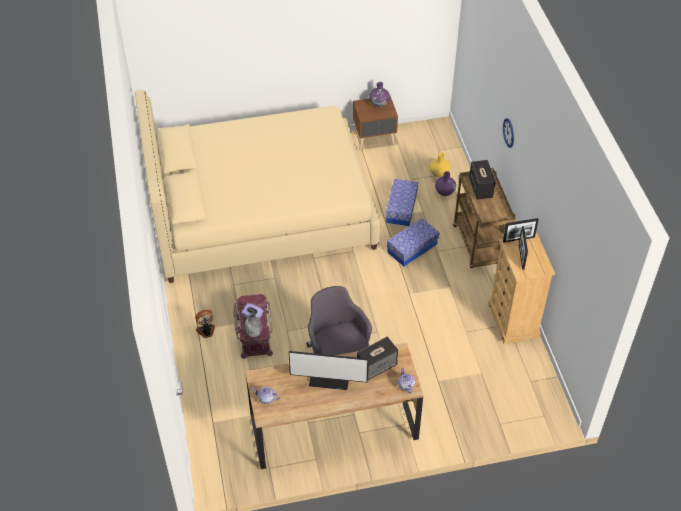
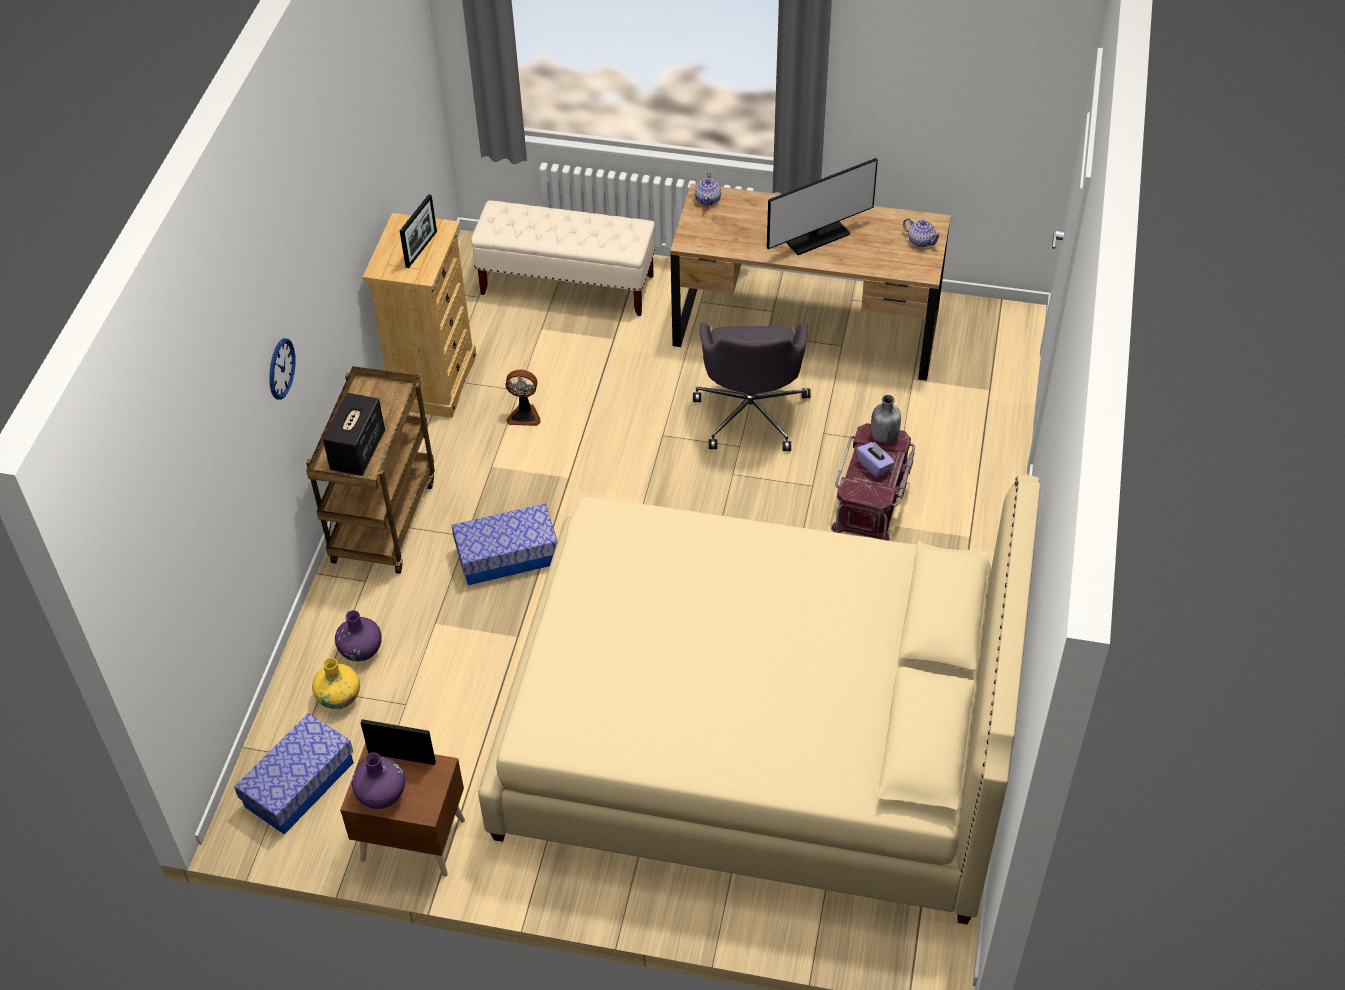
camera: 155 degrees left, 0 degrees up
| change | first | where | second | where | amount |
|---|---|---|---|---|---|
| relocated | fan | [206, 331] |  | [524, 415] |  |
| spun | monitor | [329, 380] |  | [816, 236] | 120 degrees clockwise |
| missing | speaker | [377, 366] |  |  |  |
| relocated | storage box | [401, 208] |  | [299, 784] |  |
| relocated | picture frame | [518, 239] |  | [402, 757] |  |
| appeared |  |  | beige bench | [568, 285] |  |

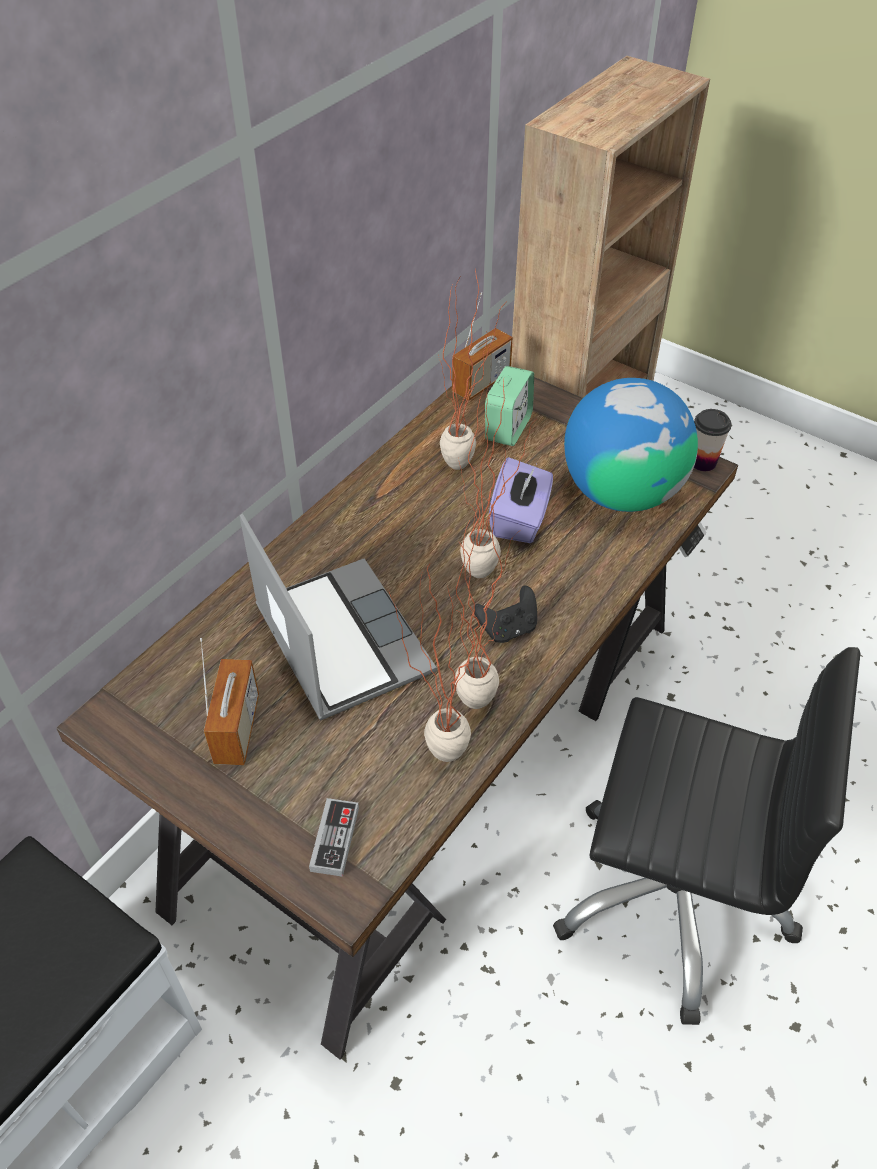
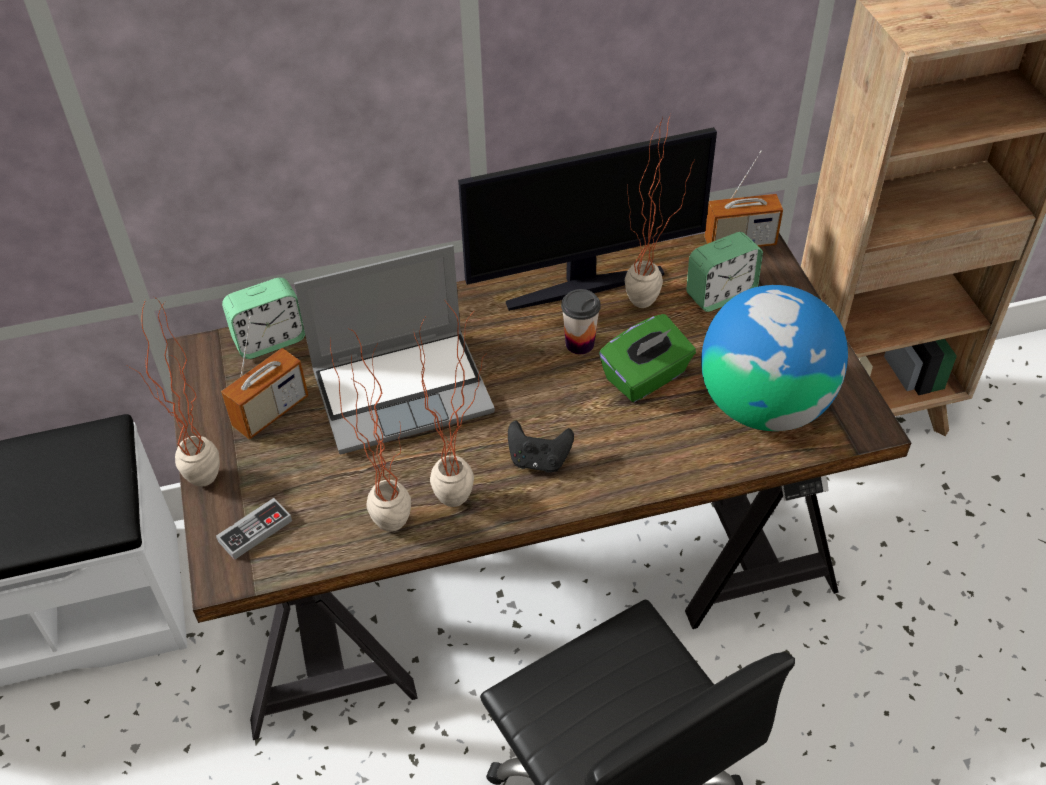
camera: 40 degrees right, 0 degrees up
| change | first | where | second | where | amount |
|---|---|---|---|---|---|
| spun | laptop | [339, 639] |  | [404, 390] | 60 degrees clockwise |
| relocated | potted plant | [489, 578] |  | [204, 490] |  |
| colour | purple tissue box | [520, 519] | green tissue box | [646, 377] |  |
| relocated | cup | [703, 462] |  | [579, 344] |  |
| appeared |  |  | alarm clock | [270, 340] |  |
| appeared |  |  | monitor | [583, 285] |  |

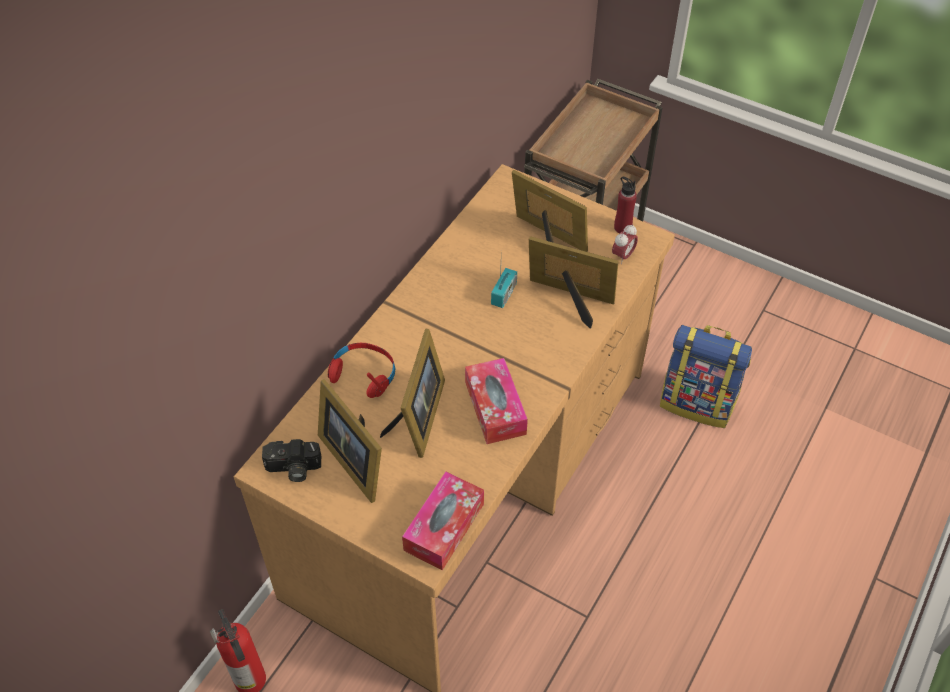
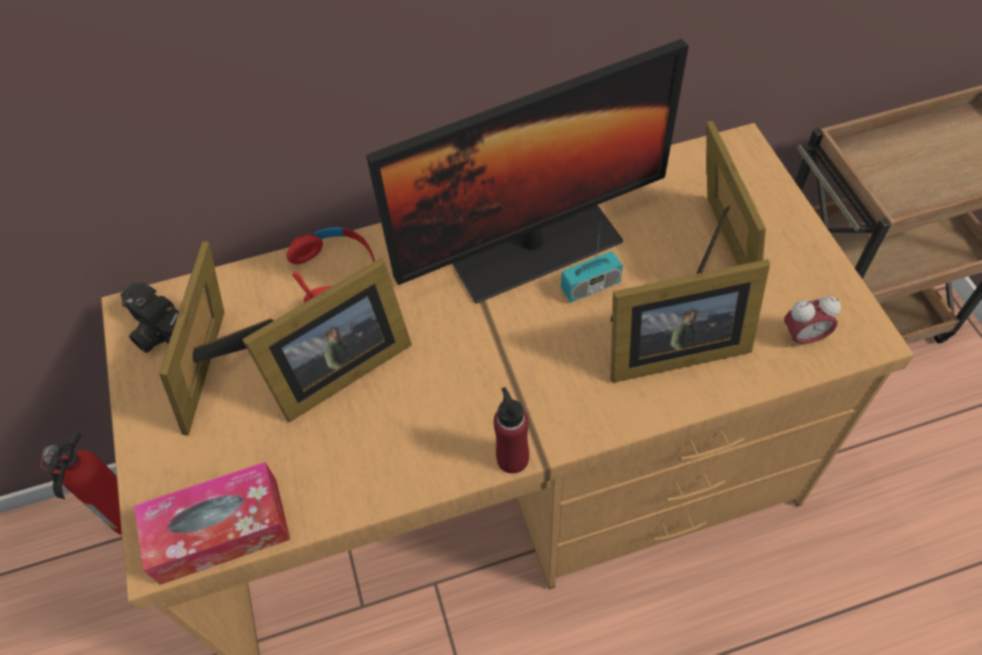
camera: 45 degrees right, 5 degrees up
| change | first | where | second | where | amount |
|---|---|---|---|---|---|
| missing | tissue box | [495, 408] |  |  |  |
| spun | picture frame | [571, 300] |  | [670, 350] | 105 degrees clockwise |
| relocated | red bottle | [622, 227] |  | [512, 458] |  |
| missing | backpack | [698, 402] |  |  |  |
| appeared |  |  | monitor | [533, 246] |  |

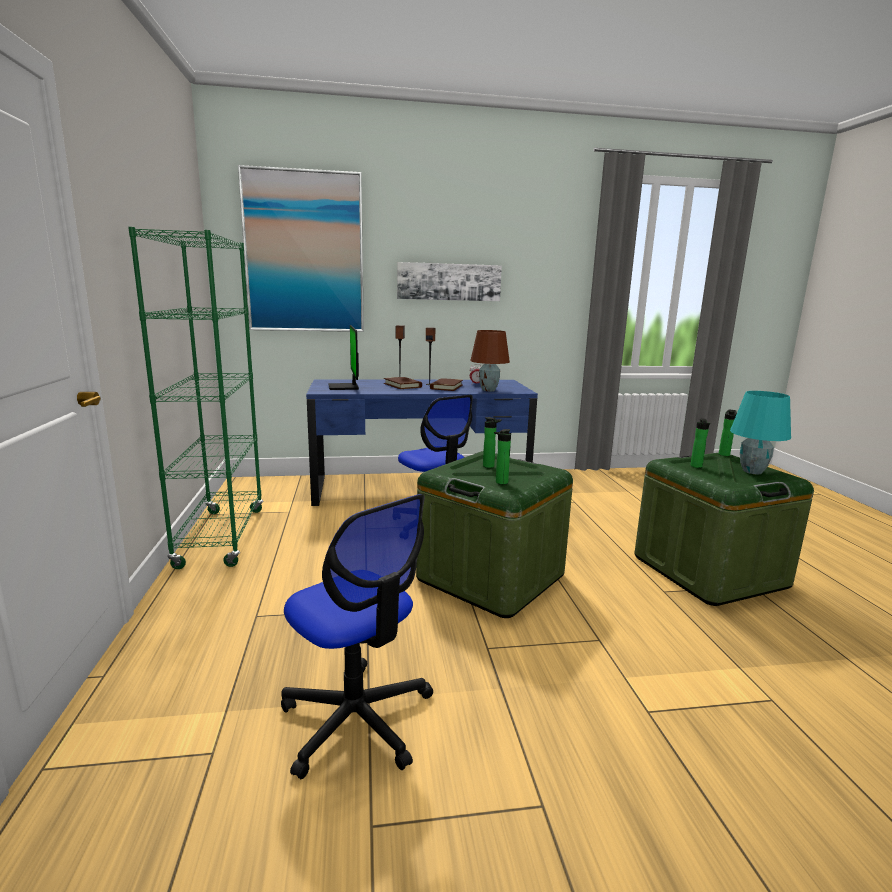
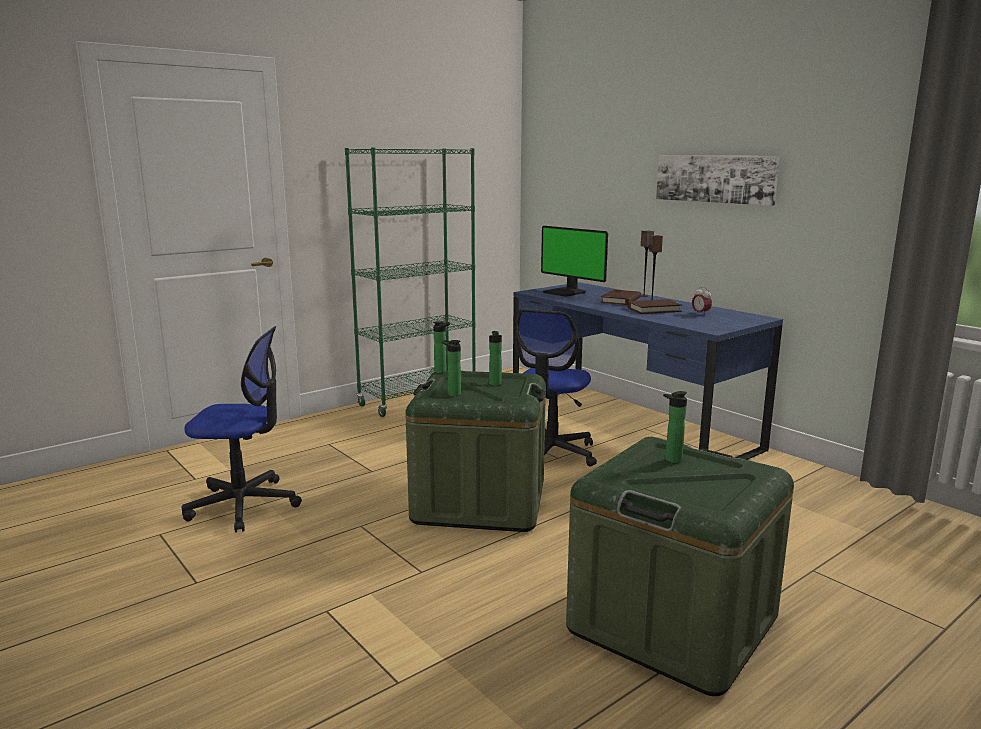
camera: 60 degrees right, 0 degrees up
| change | first | where | second | where | amount |
|---|---|---|---|---|---|
| missing | picture | [304, 253] |  |  |  |
| spun | office chair | [357, 719] |  | [244, 505] | 105 degrees counterclockwise |
| spun | monitor | [345, 387] |  | [566, 292] | 90 degrees counterclockwise |
| missing | brown table lamp | [488, 390] |  |  |  |
| relocated | bottle | [724, 454] |  | [442, 371] |  |
| missing | turquoise table lamp | [752, 472] |  |  |  |

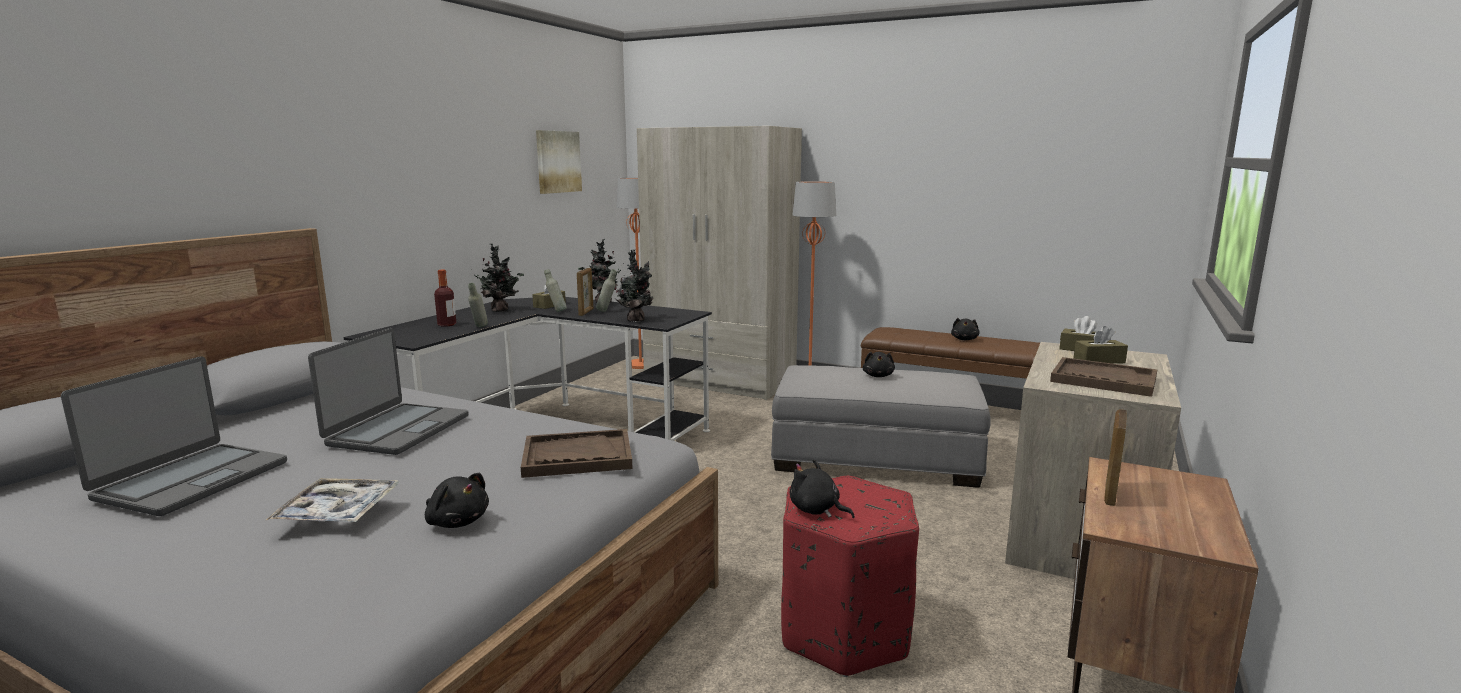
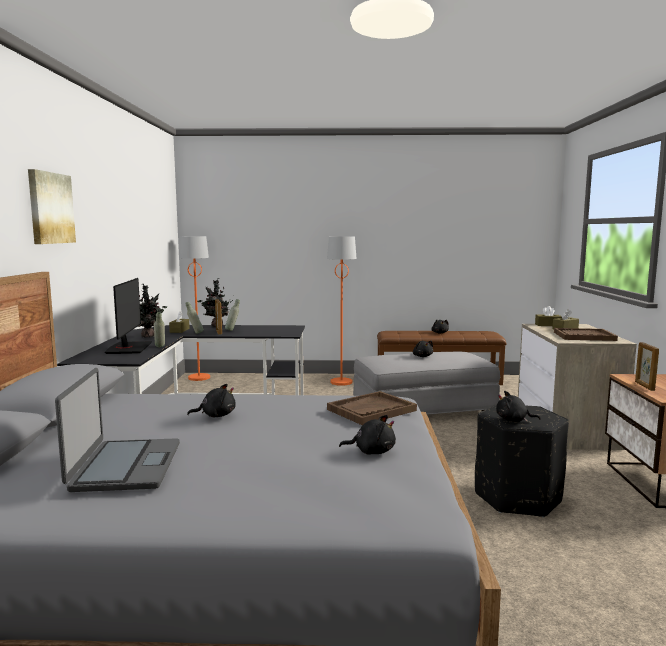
camera: 25 degrees left, 5 degrees down
| change | first | where | second | where | amount |
|---|---|---|---|---|---|
| missing | tray | [338, 511] |  |  |  |
| exchanged | laptop | [397, 430] | black plush toy | [216, 415] |  |
| exchanged | bottle | [447, 325] | monitor | [128, 348] |  |
| relocated | picture | [557, 162] |  | [50, 208] |  |
| missing | potted plant | [636, 320] |  |  |  |
| missing | beige wardrobe | [720, 380] |  |  |  |
| colour | red ottoman | [844, 633] | black ottoman | [517, 498] |  |

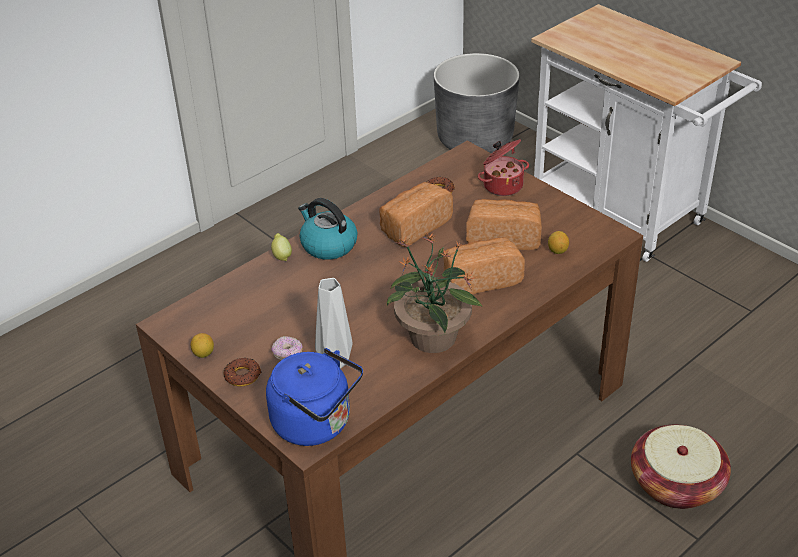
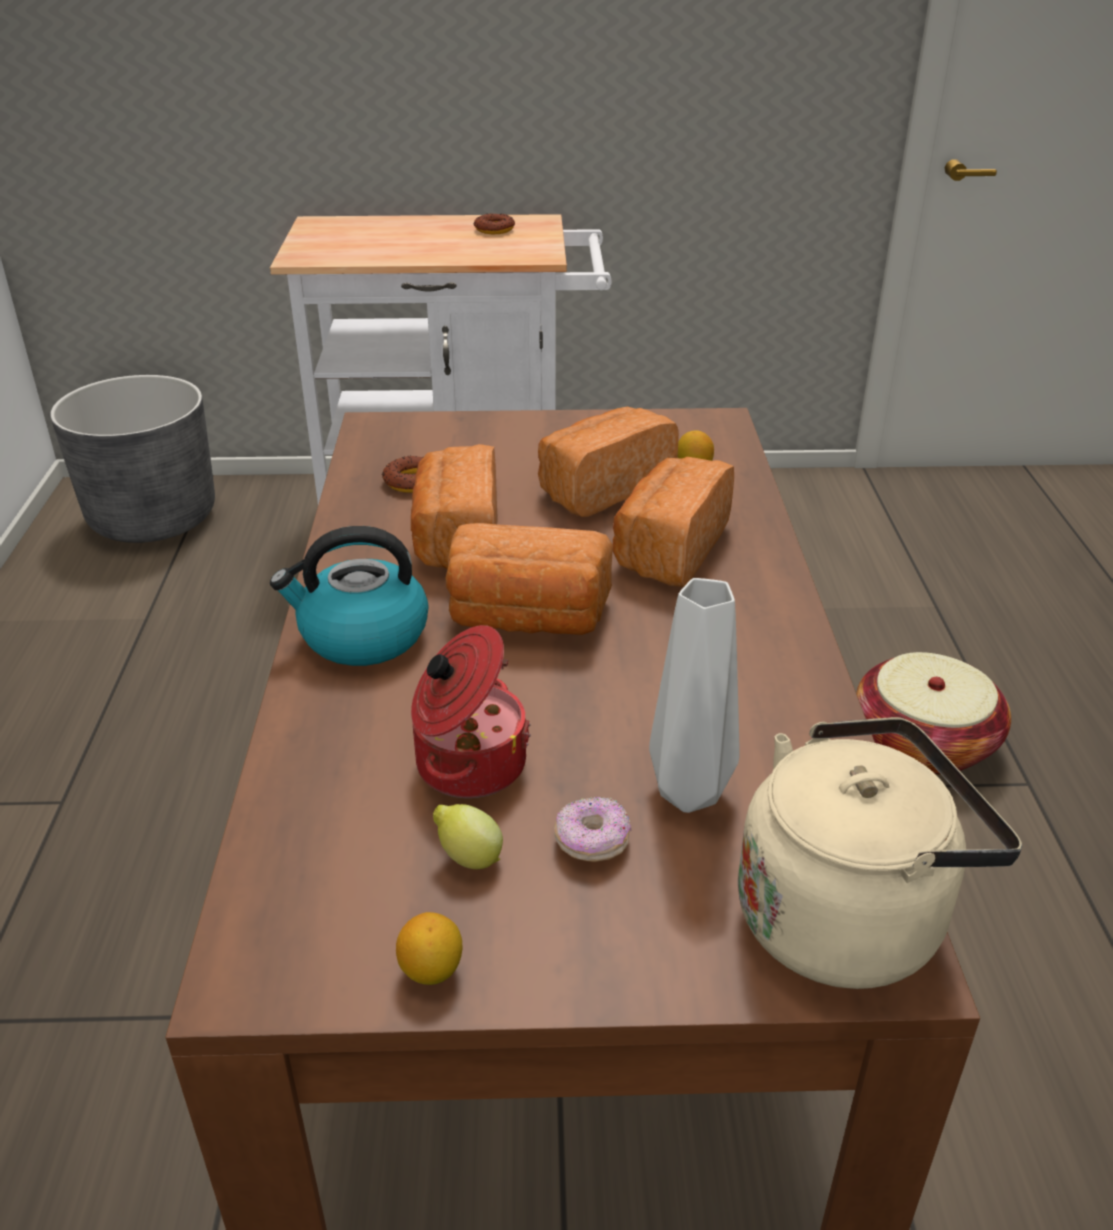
camera: 50 degrees left, 5 degrees down
| change | first | where | second | where | amount |
|---|---|---|---|---|---|
| relocated | donut | [242, 375] |  | [494, 229] |  |
| colour | blue kettle | [316, 424] | beige kettle | [848, 915] |  |
| relocated | lemon | [282, 256] |  | [468, 858] |  |
| missing | potted plant | [433, 338] |  |  |  |
| relocated | cooking pot | [502, 185] |  | [467, 763] |  |
| appeared |  |  | bread | [527, 618] |  |

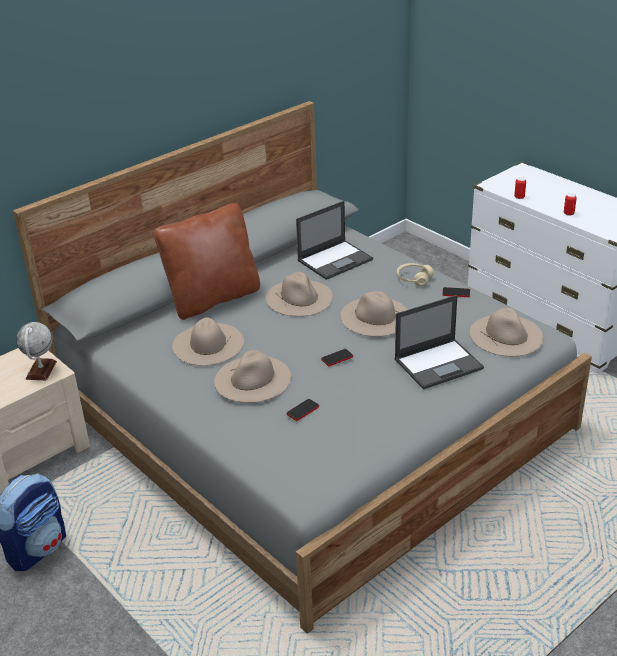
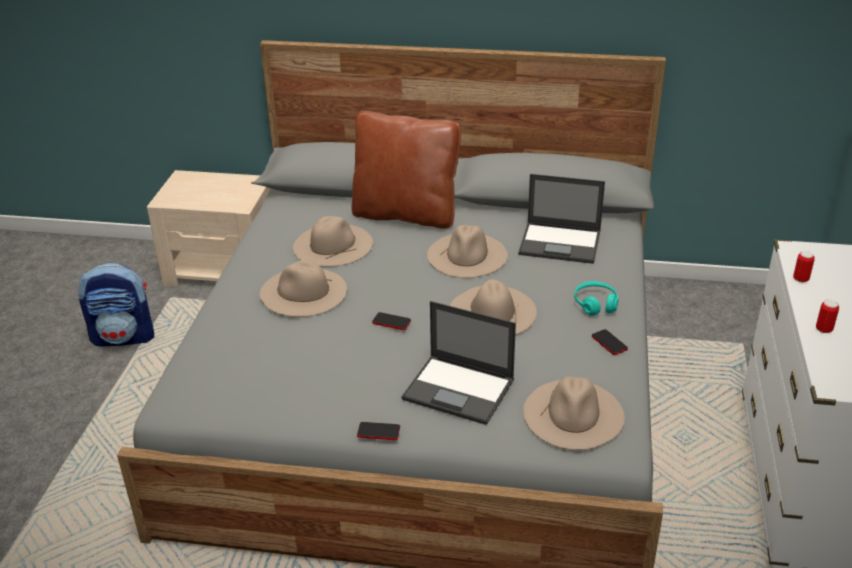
camera: 50 degrees right, 0 degrees up
| change | first | where | second | where | amount |
|---|---|---|---|---|---|
| missing | globe | [41, 370] |  |  |  |
| relocated | phone | [302, 410] |  | [378, 432] |  |
| colour | beige headphones | [414, 279] | turquoise headphones | [595, 304] |  |

